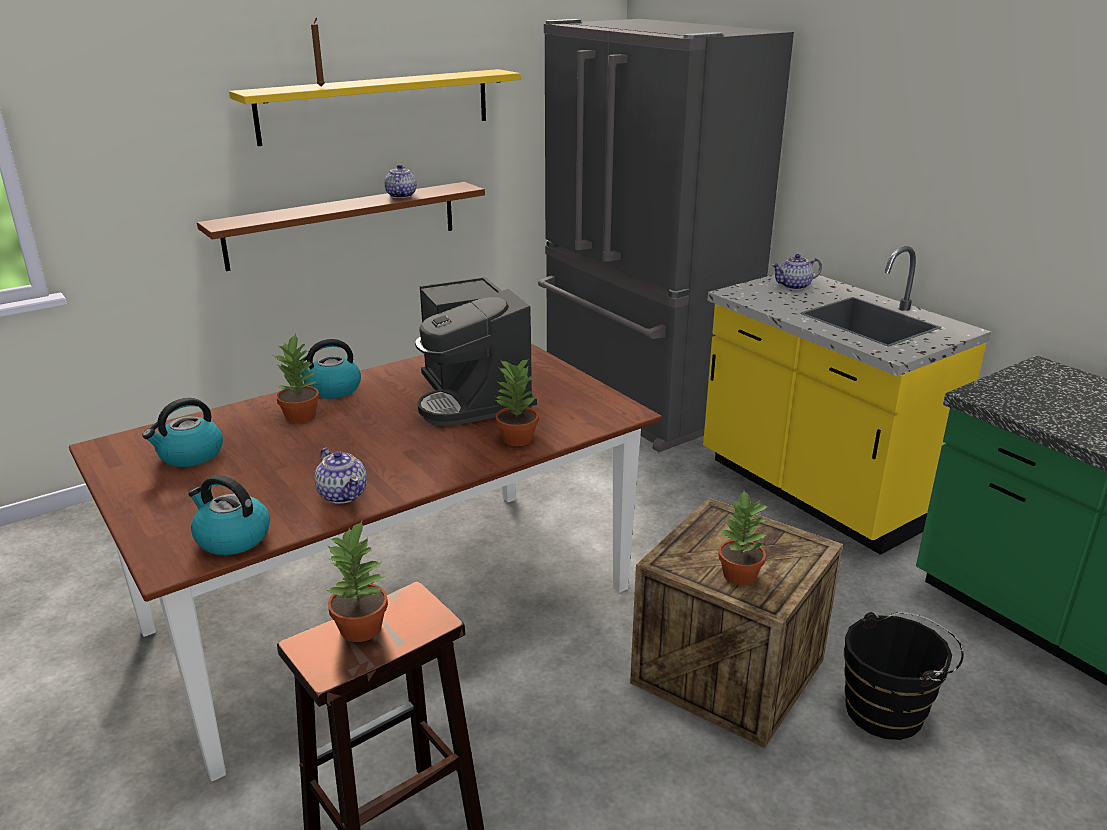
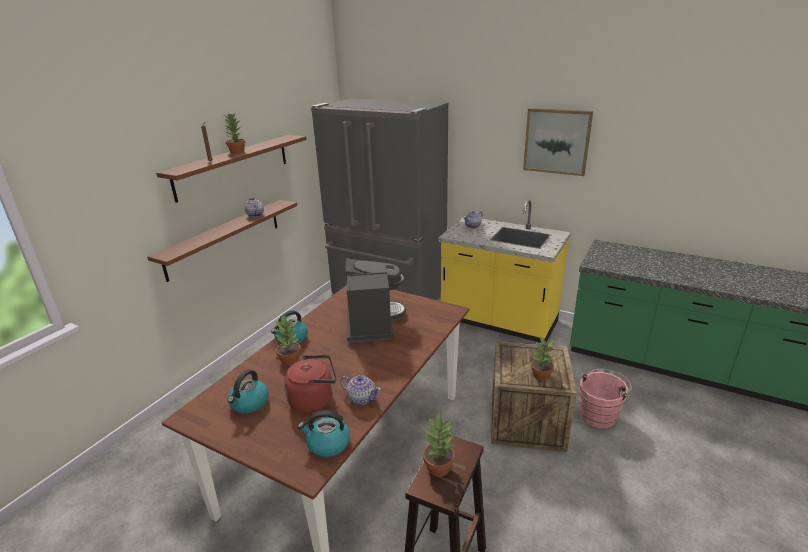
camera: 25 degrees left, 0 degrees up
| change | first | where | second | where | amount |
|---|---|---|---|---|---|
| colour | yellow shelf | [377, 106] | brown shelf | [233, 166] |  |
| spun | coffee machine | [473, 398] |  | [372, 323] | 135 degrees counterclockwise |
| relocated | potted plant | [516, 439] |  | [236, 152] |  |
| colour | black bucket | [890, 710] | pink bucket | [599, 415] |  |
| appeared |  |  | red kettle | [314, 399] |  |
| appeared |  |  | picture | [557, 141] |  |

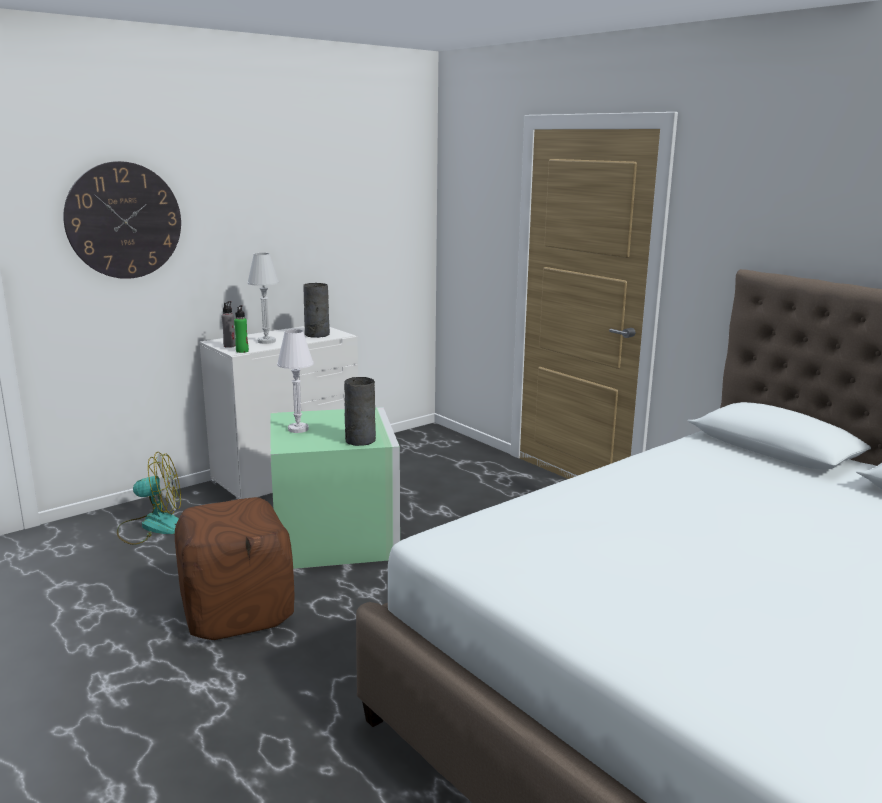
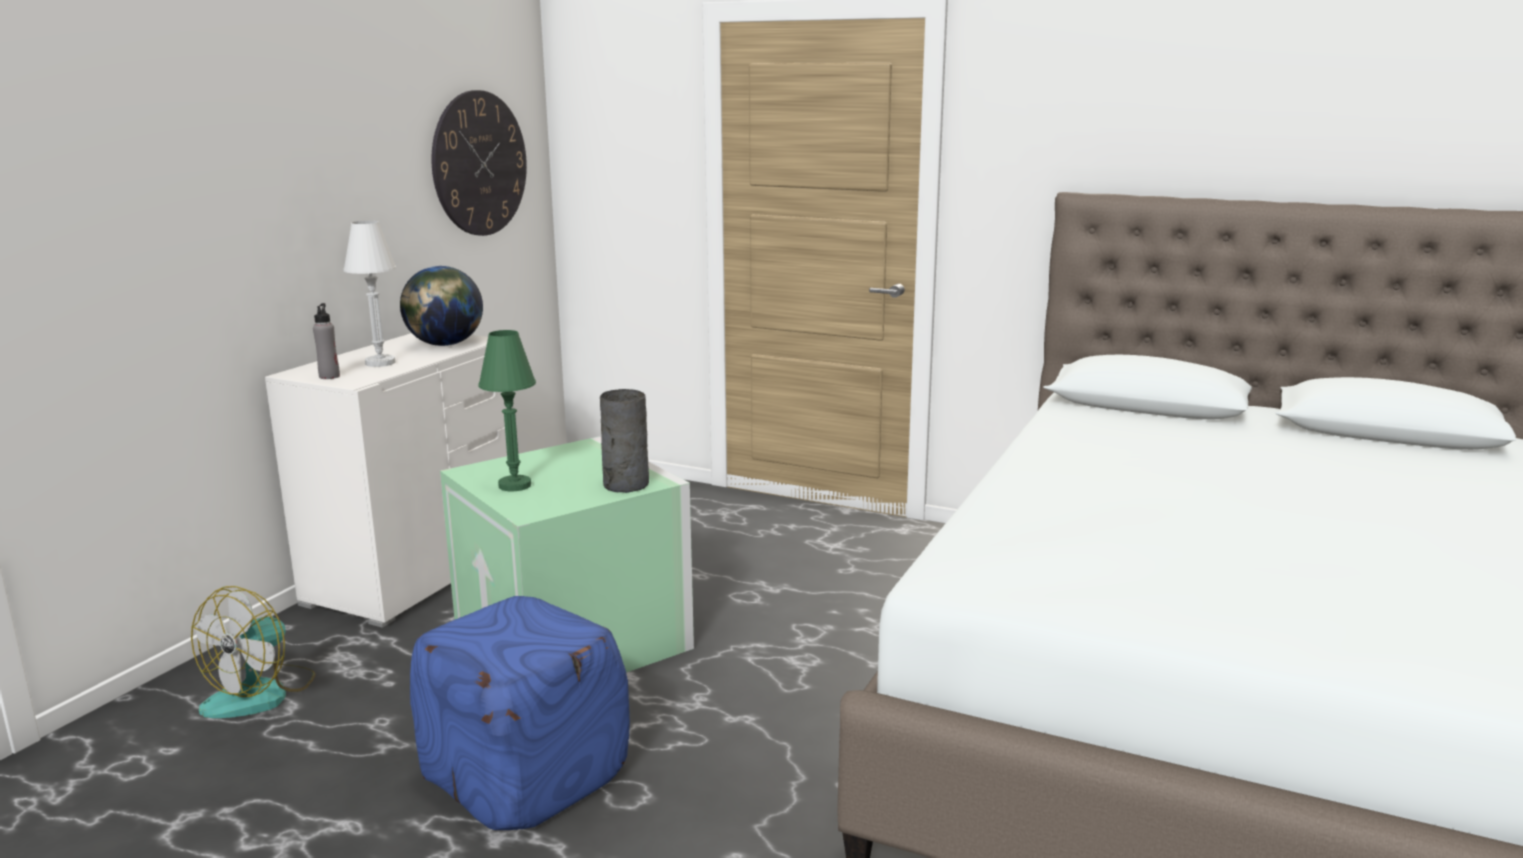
camera: 25 degrees left, 0 degrees up
| change | first | where | second | where | amount |
|---|---|---|---|---|---|
| relocated | wall clock | [124, 220] |  | [479, 163] |  |
| spun | fan | [152, 526] |  | [260, 693] | 150 degrees clockwise |
| colour | brown ottoman | [238, 609] | blue ottoman | [525, 775] |  |
| missing | green bottle | [242, 351] |  |  |  |
| colour | white table lamp | [298, 429] | green table lamp | [515, 485] |  |
| exchanged | grey vase | [316, 335] | globe | [445, 344] |  |

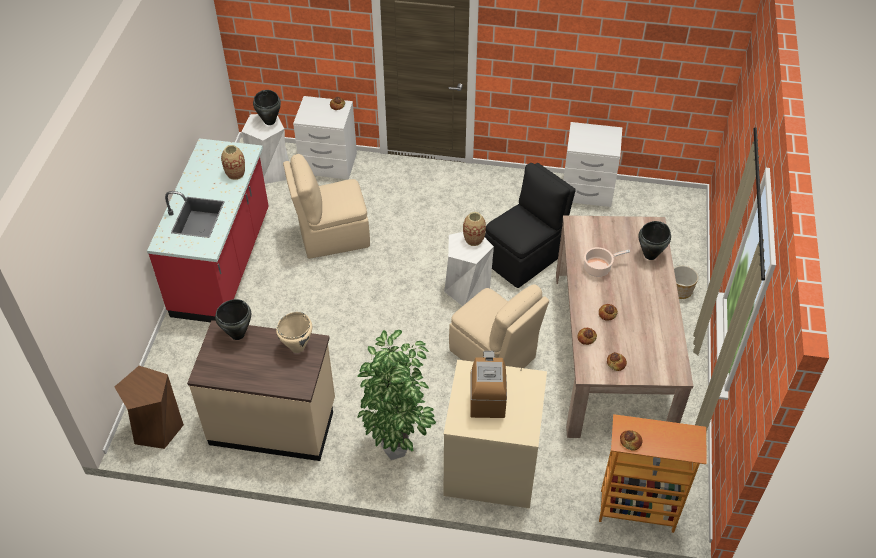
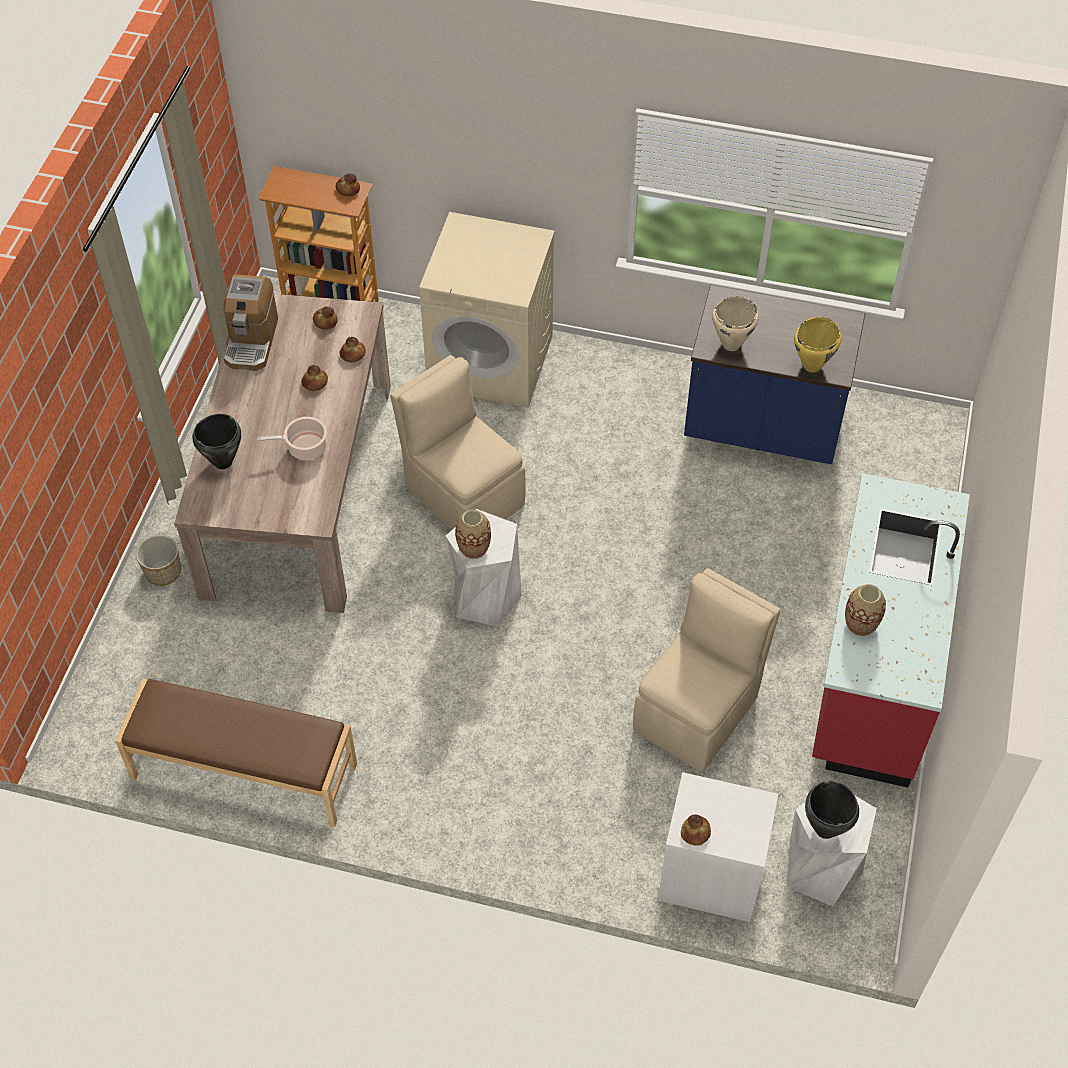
camera: 175 degrees left, 5 degrees up
| change | first | where | second | where | amount |
|---|---|---|---|---|---|
| missing | brown stool | [157, 428] |  |  |  |
| colour | beige counter | [273, 422] | blue counter | [762, 429] |  |
| colour | black cooking pot | [237, 334] | yellow cooking pot | [812, 365] |  |
| spun | beige chair | [332, 236] |  | [698, 711] | 45 degrees counterclockwise |
| missing | potted plant | [398, 450] |  |  |  |
| relocated | coffee machine | [487, 395] |  | [251, 341] |  |
| missing | black chair | [524, 257] |  |  |  |
| exchanged | white nightstand | [587, 191] | brown bench | [244, 772] |  |

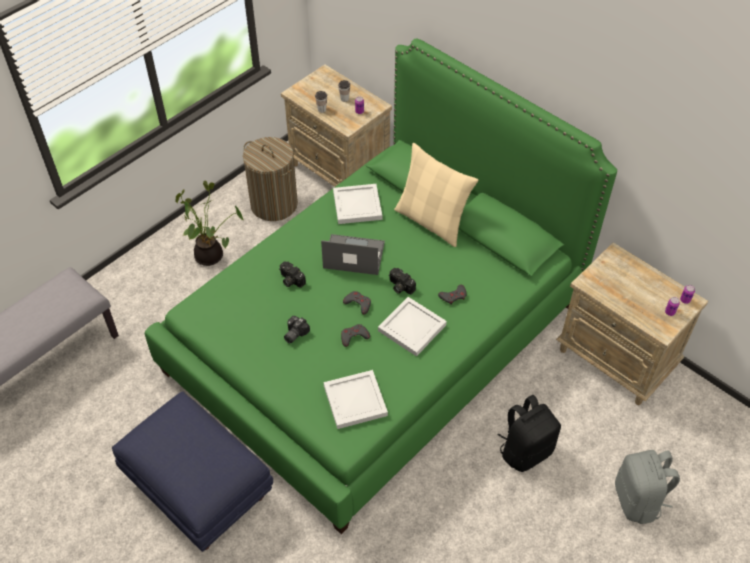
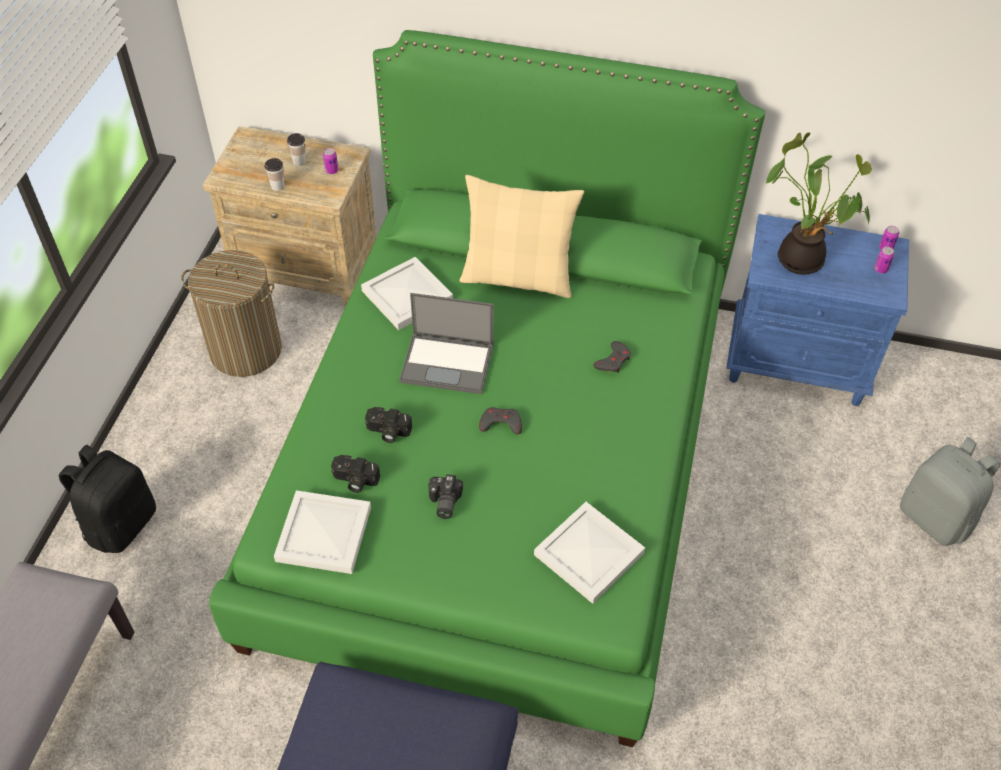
camera: 30 degrees left, 0 degrees up
| change | first | where | second | where | amount |
|---|---|---|---|---|---|
| relocated | potted plant | [211, 255] |  | [802, 257] |  |
| spun | laptop | [353, 255] |  | [448, 363] | 150 degrees counterclockwise |
| missing | grey game controller | [354, 336] |  |  |  |
| relocated | white tray | [412, 329] |  | [325, 535] |  |
| relocated | photo camera | [400, 286] |  | [354, 481] |  |
| relocated | black backpack | [525, 450] |  | [120, 524] |  |
| colour | beige nightstand | [617, 359] | blue nightstand | [798, 362] |  |

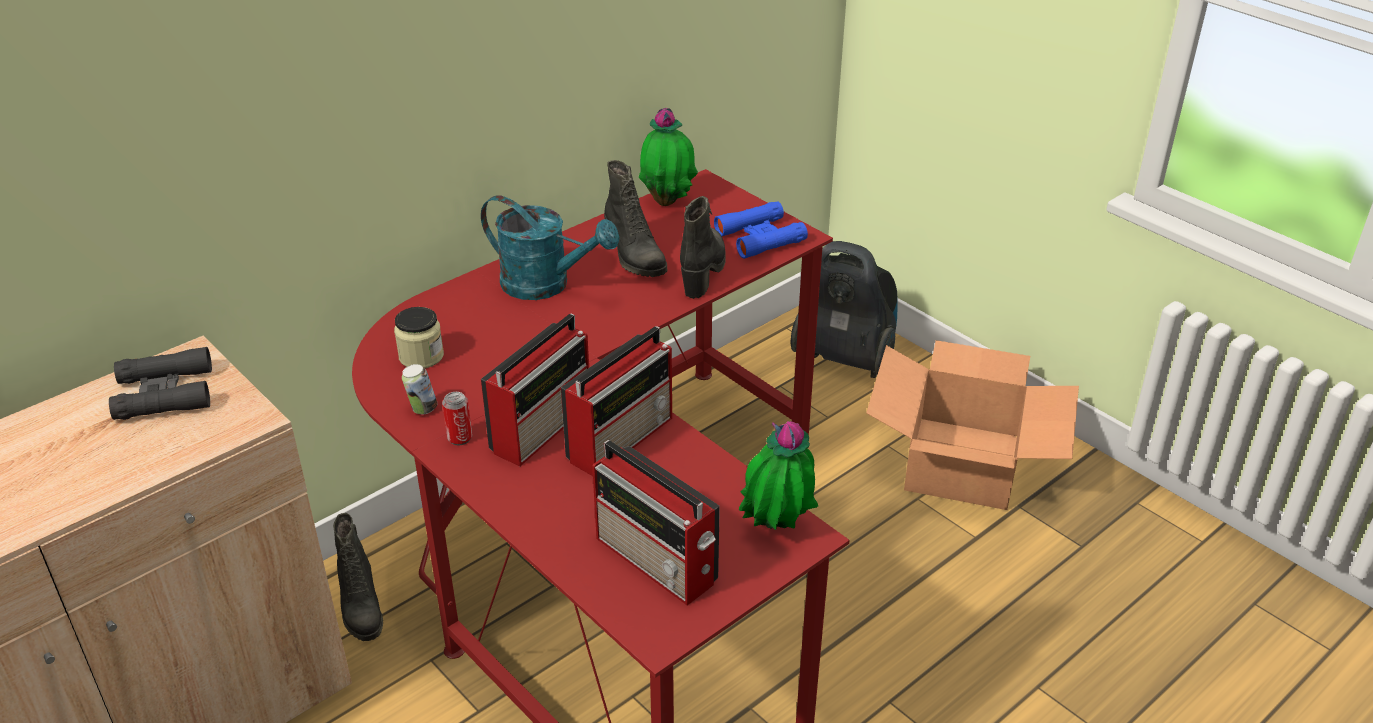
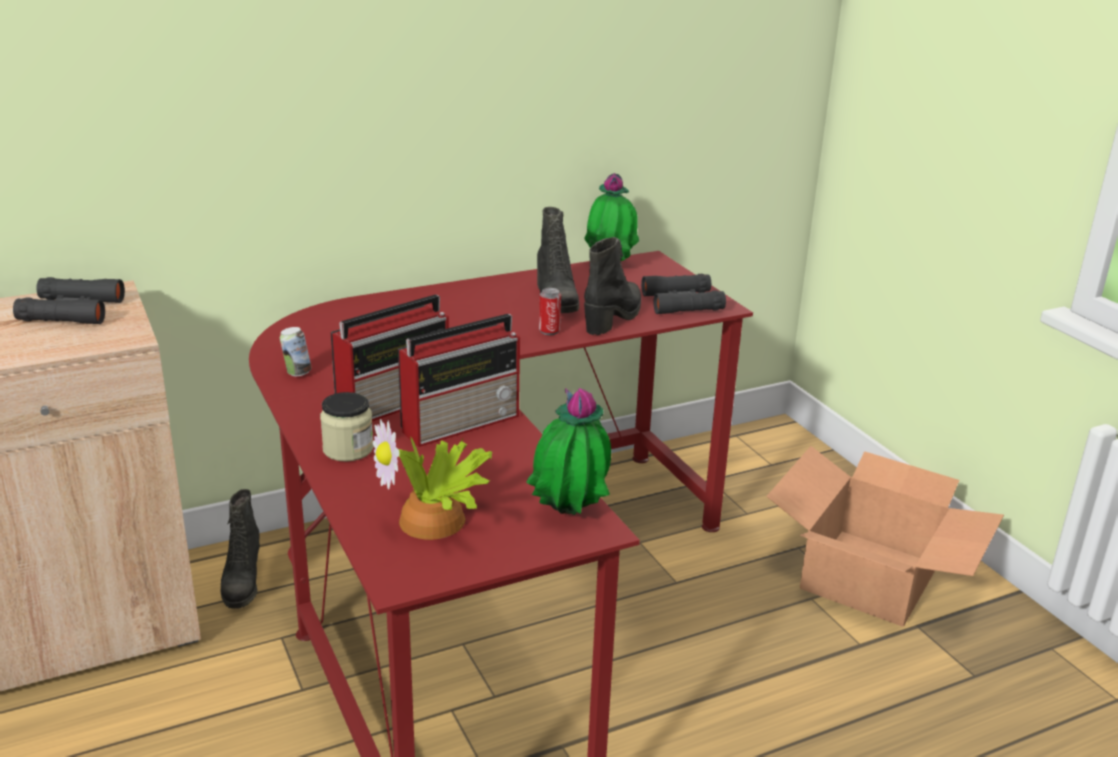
camera: 15 degrees right, 10 degrees down
| change | first | where | second | where | amount |
|---|---|---|---|---|---|
| relocated | jar | [421, 356] |  | [348, 449] |  |
| relocated | can | [460, 438] |  | [549, 331] |  |
| missing | turquoise watering can | [546, 285] |  |  |  |
| exchanged | radio | [658, 562] | potted plant | [436, 521] |  |
| colour | blue binoculars | [760, 237] | black binoculars | [682, 302] |  |
| missing | vacuum cleaner | [845, 358] |  |  |  |

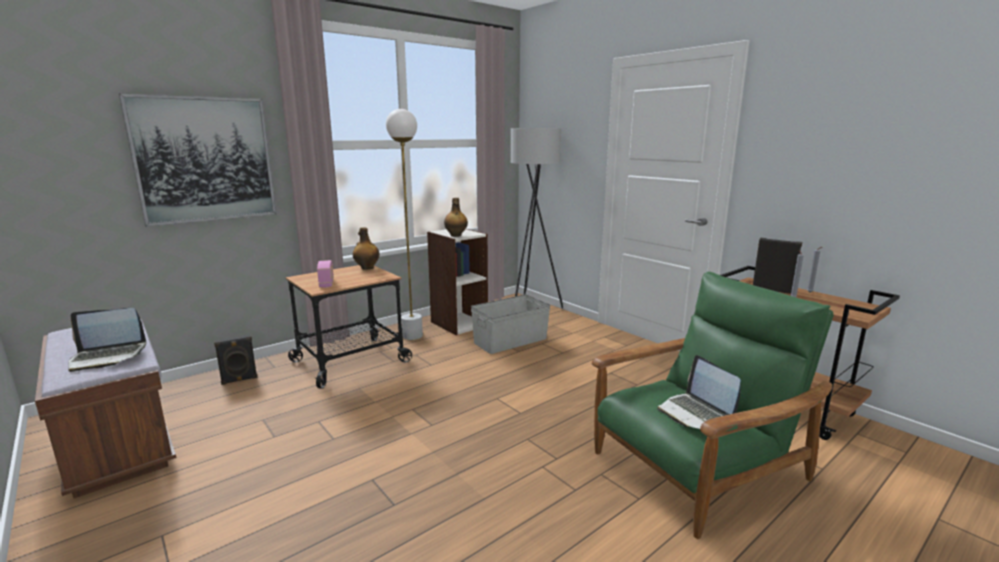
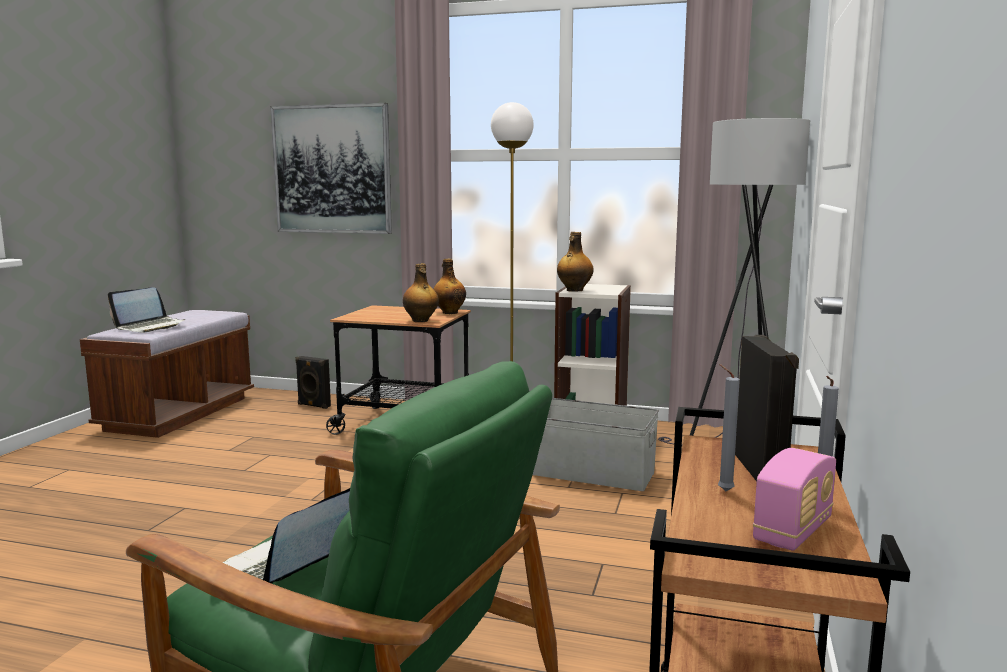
camera: 55 degrees right, 5 degrees down
| change | first | where | second | where | amount |
|---|---|---|---|---|---|
| spun | laptop | [108, 357] |  | [150, 326] | 90 degrees counterclockwise |
| relocated | radio | [326, 283] |  | [793, 531] |  |
| appeared |  |  | bottle | [420, 321] |  |

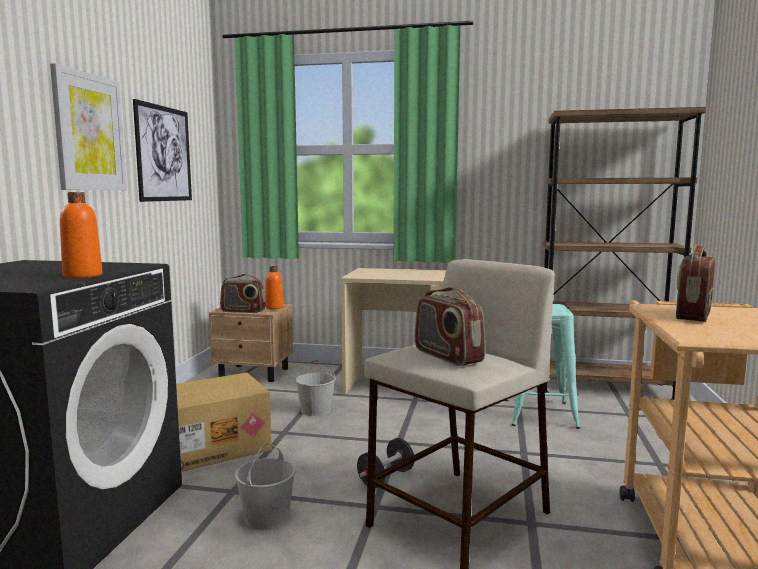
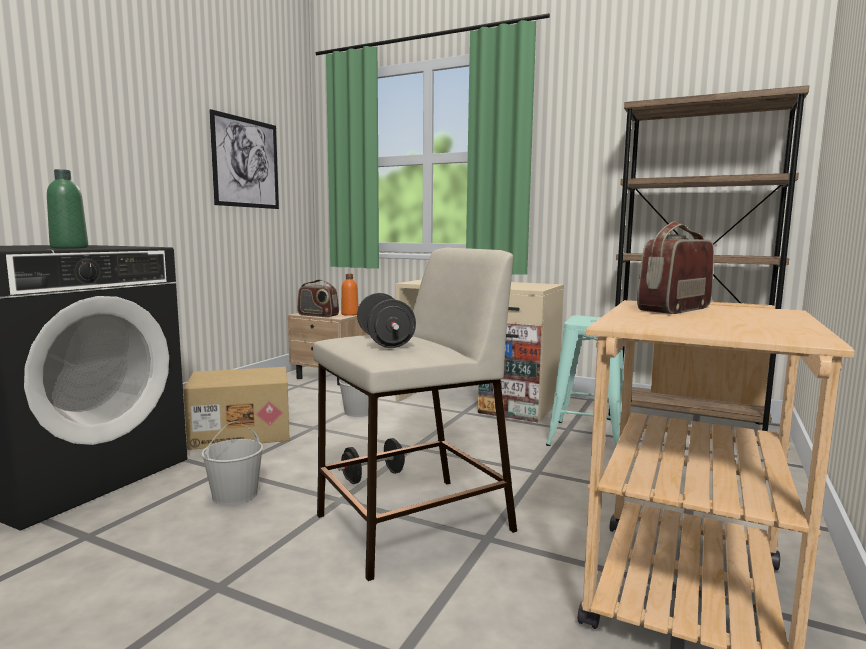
camera: 15 degrees right, 0 degrees up
| change | first | where | second | where | amount |
|---|---|---|---|---|---|
| missing | picture | [89, 132] |  |  |  |
| colour | orange bottle | [82, 276] | green bottle | [69, 248] |  |
| exchanged | radio | [447, 356] | black dumbbell | [385, 341] |  |

